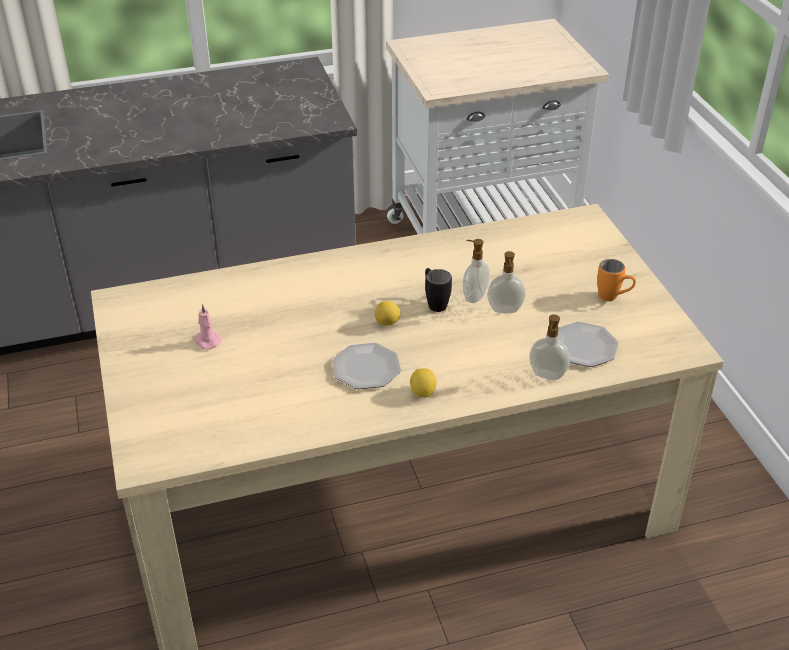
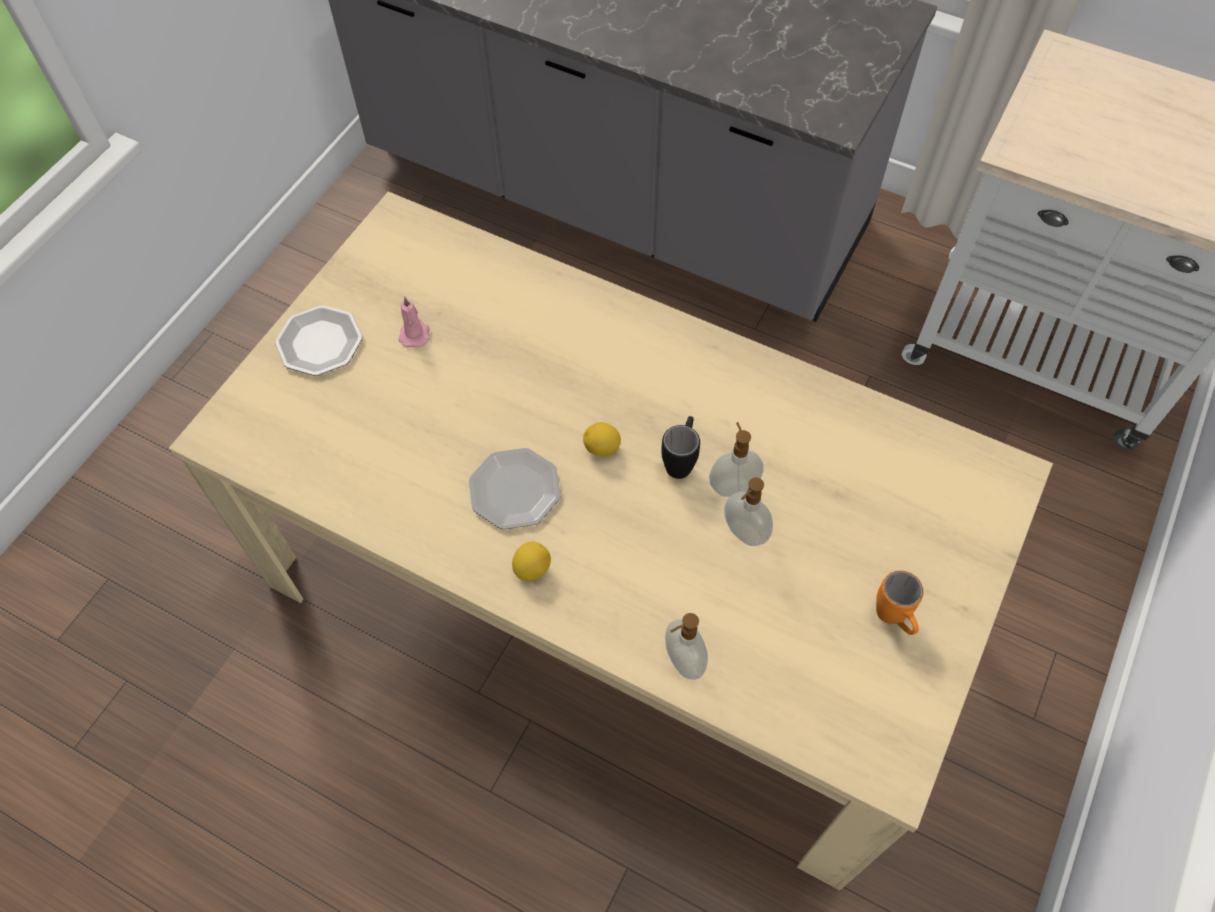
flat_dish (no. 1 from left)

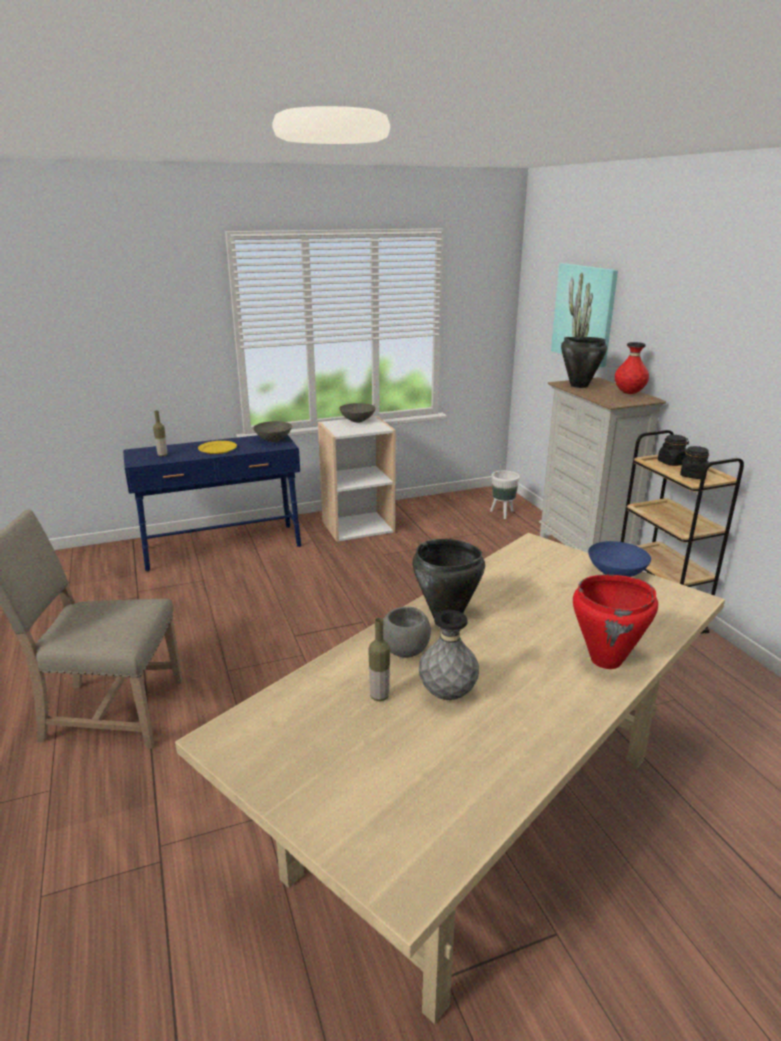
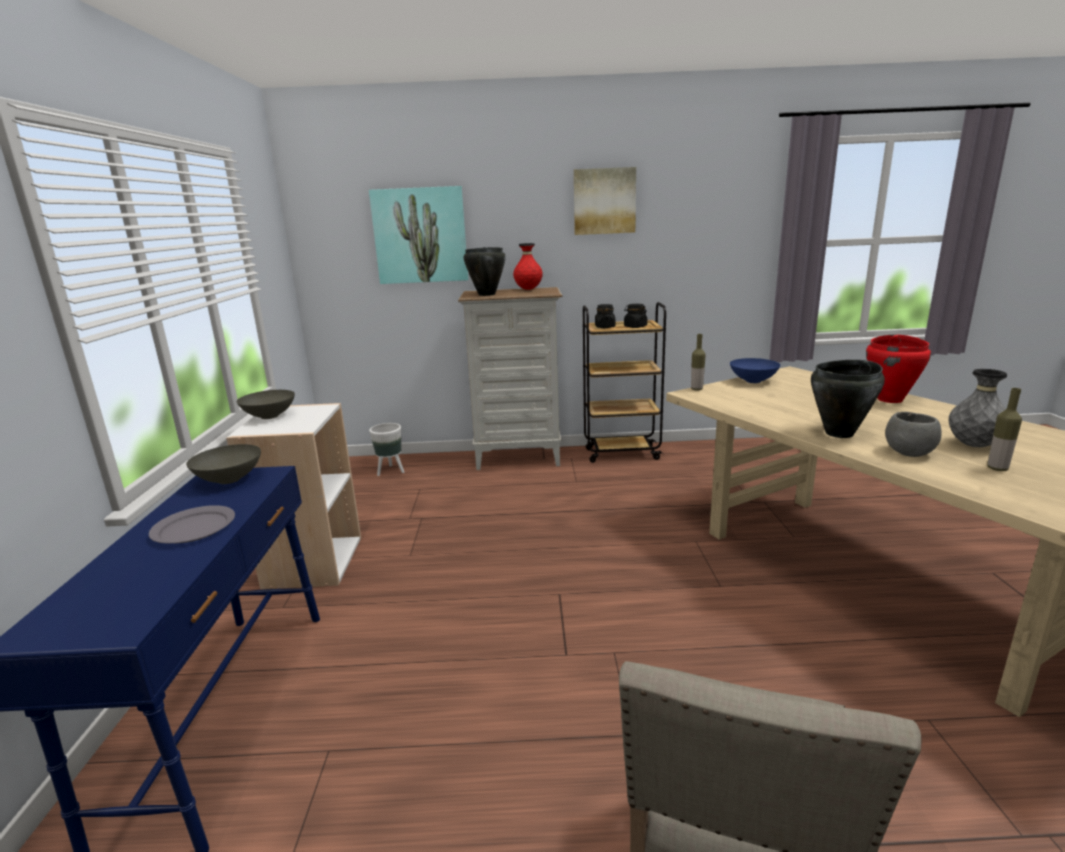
beverage_bottle (no. 1 from left)
greyish_flat_dish
wall_picture (no. 2 from left)

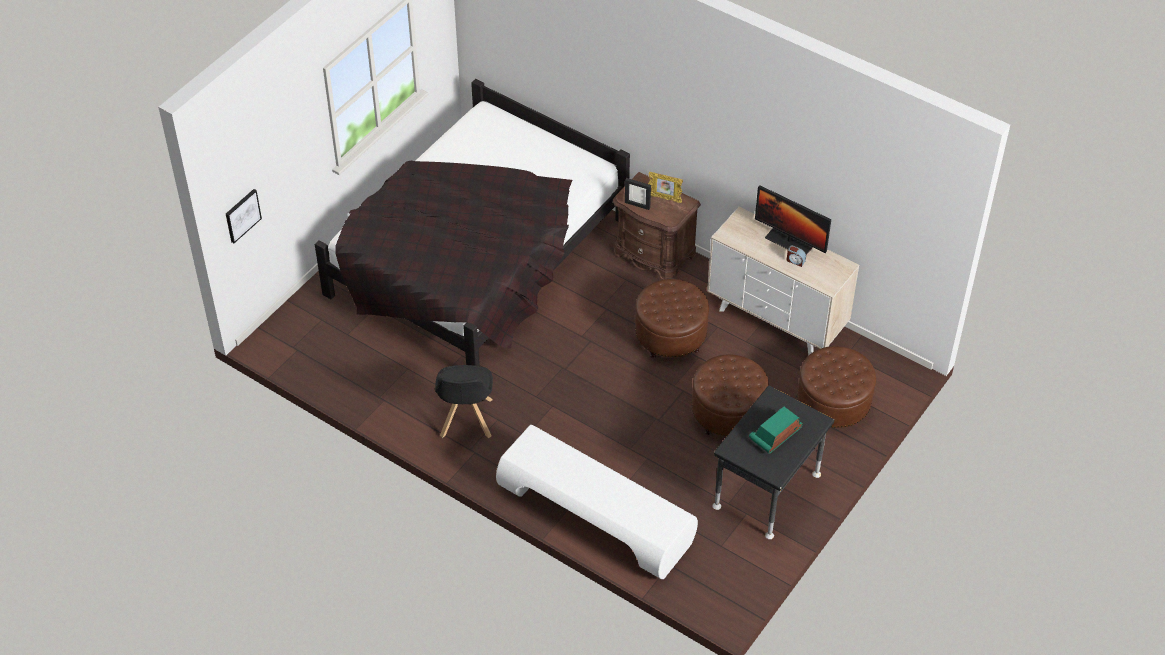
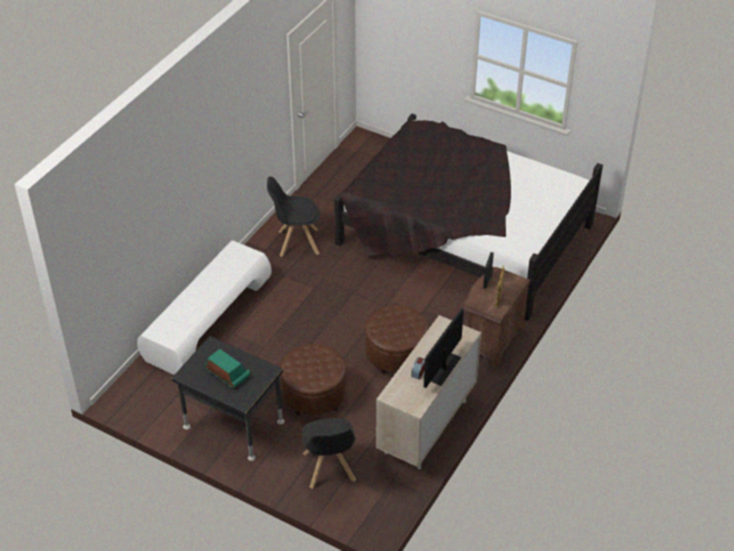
wall_picture
black-coloured_plain_chair (no. 2 from left)

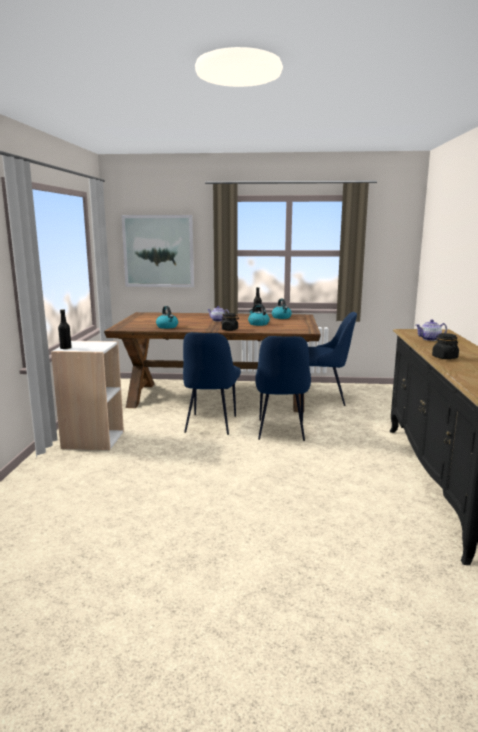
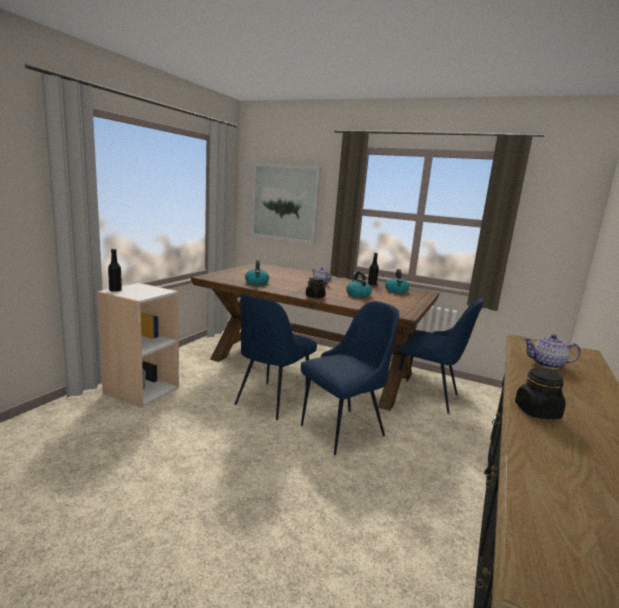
bluish_plain_chair (no. 2 from left)

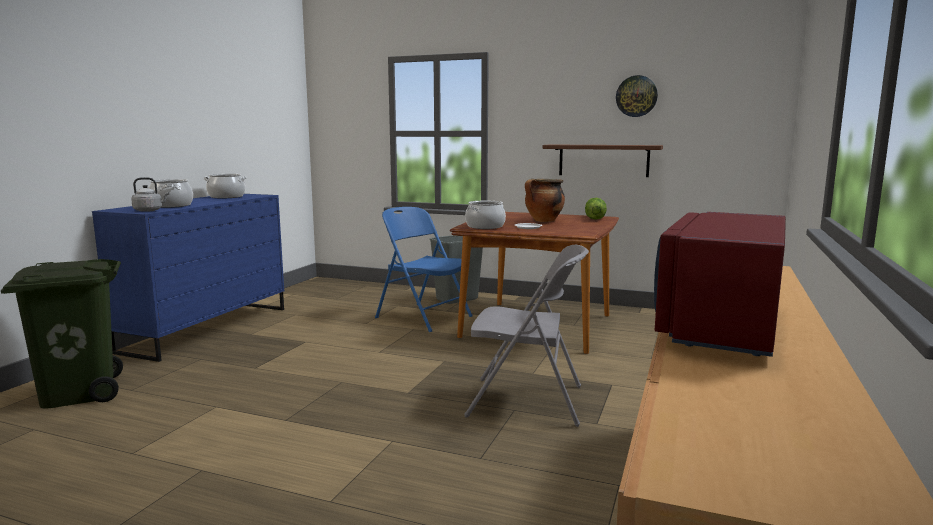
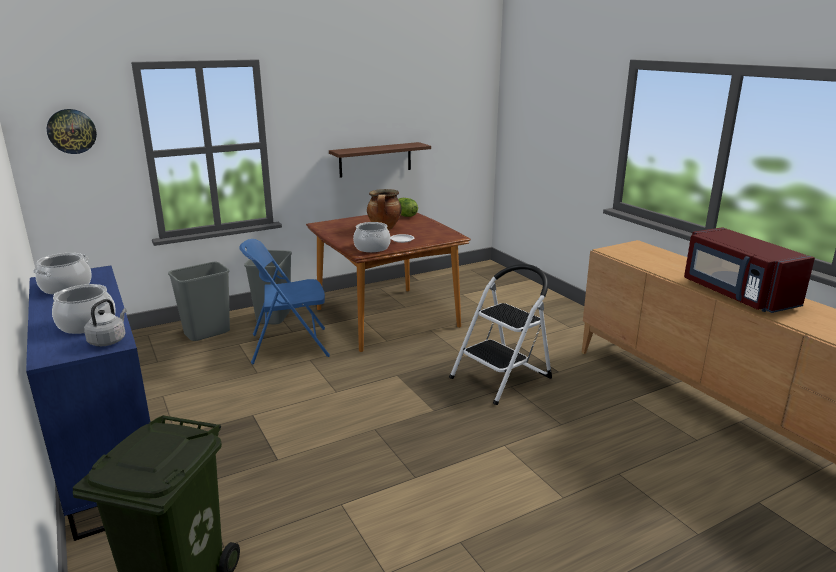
clock_on_the_wall
step_stool
greyish_waste_bin (no. 1 from left)

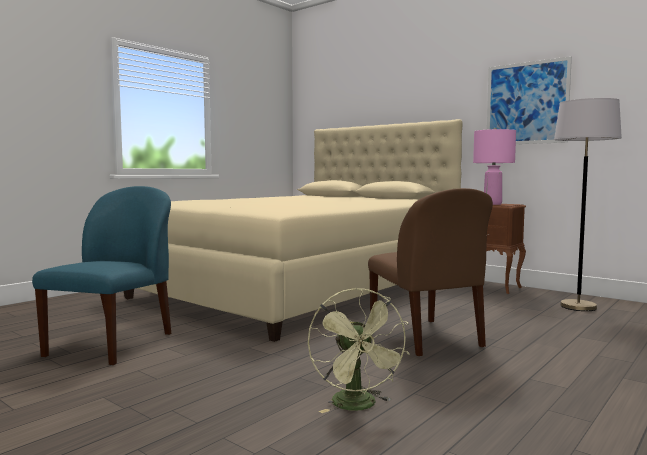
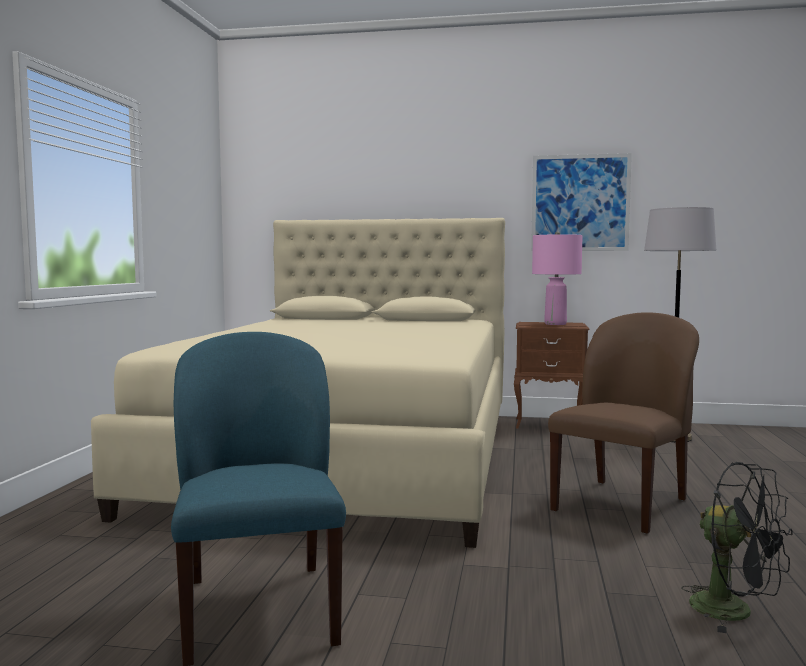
brown-coloured_plain_chair
black-coloured_electric_fan

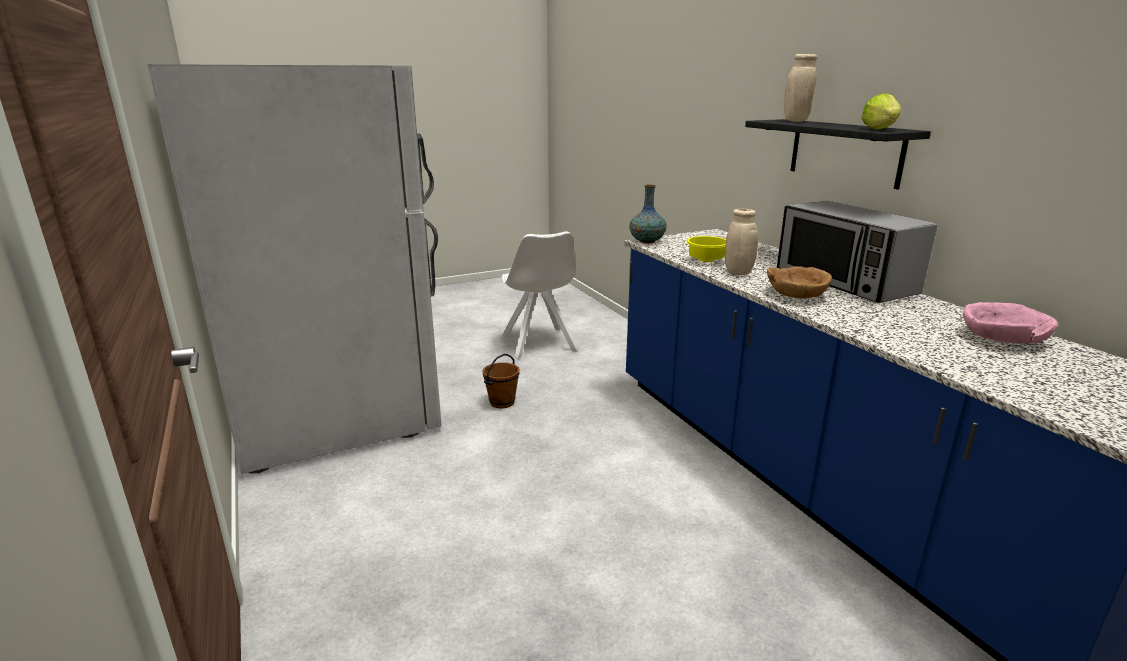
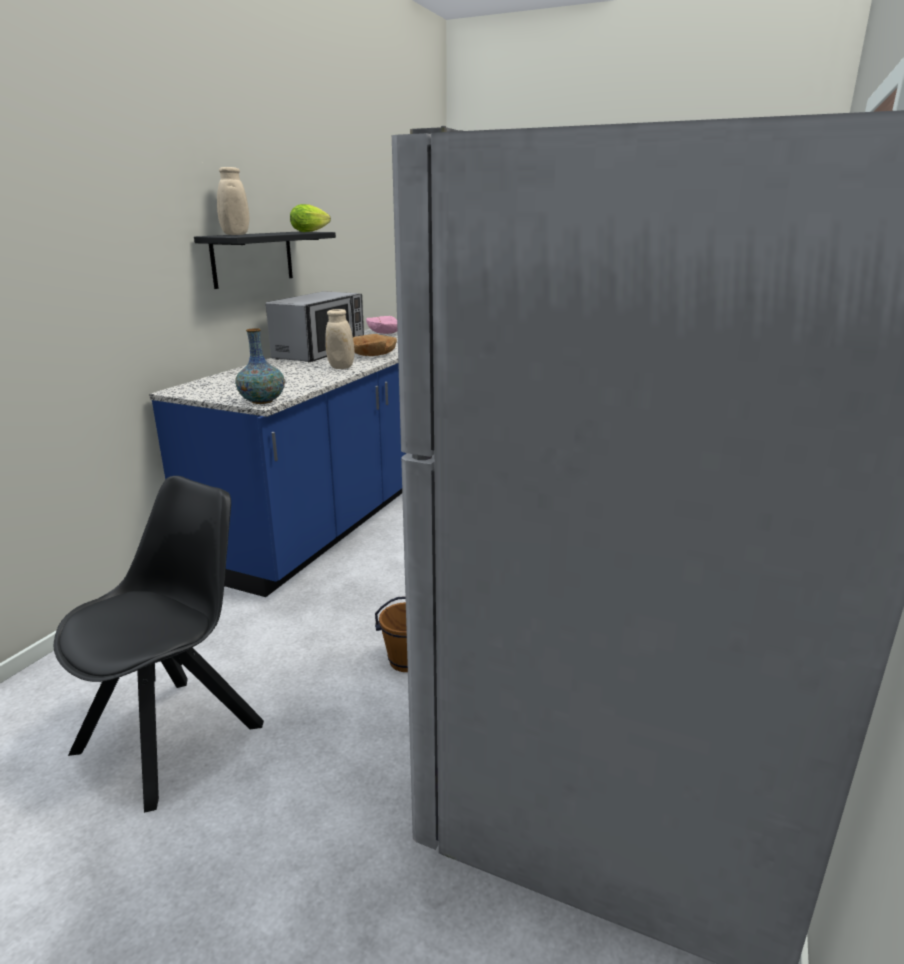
black-coloured_plain_chair
yellowish_bowl

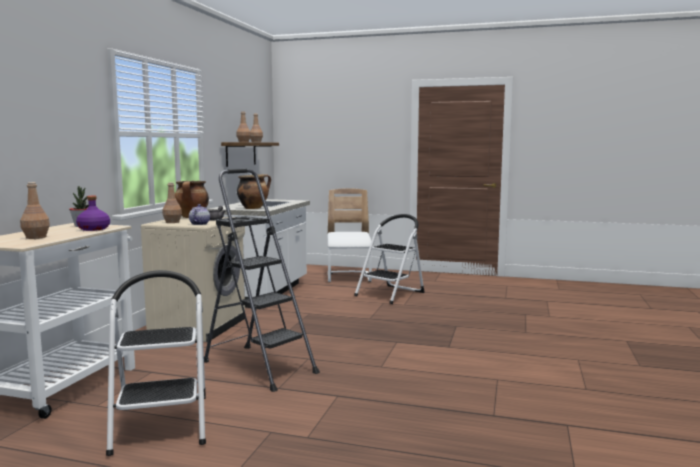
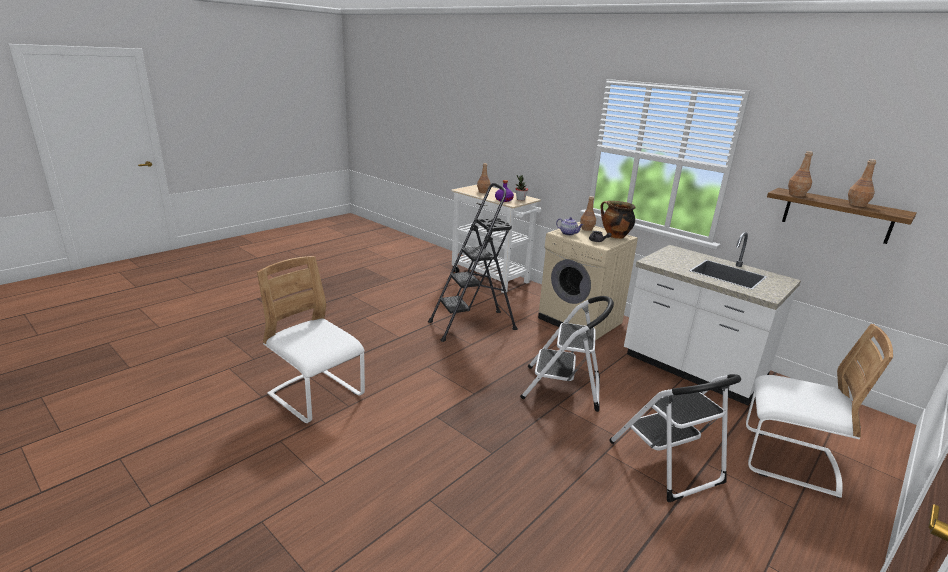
stockpot (no. 2 from left in the first image)
step_stool (no. 2 from left)
white_plain_chair (no. 1 from left)

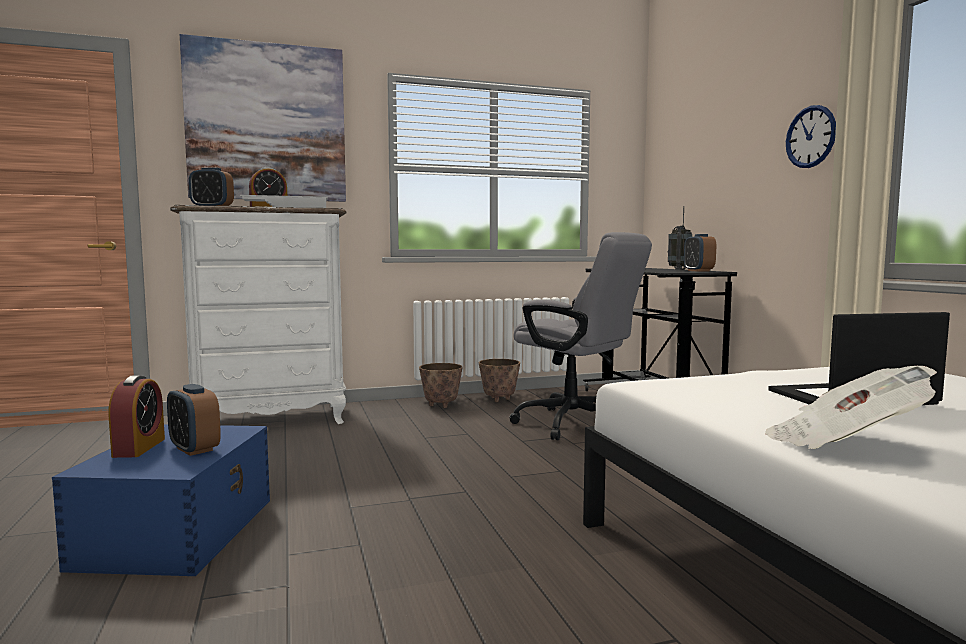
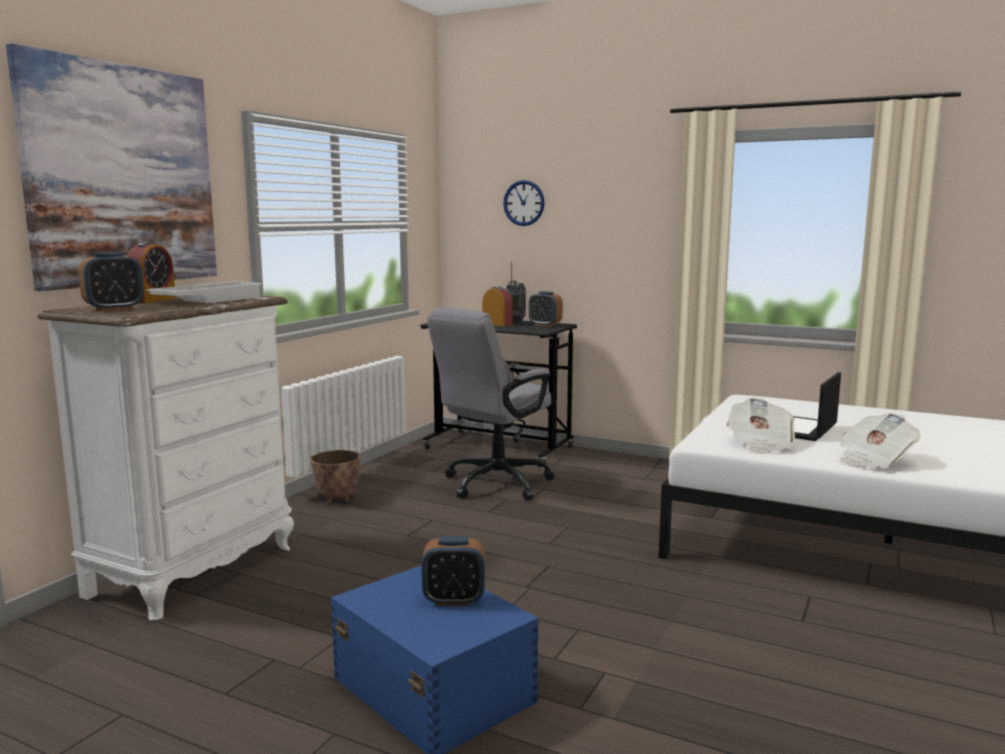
clock_on_the_wall
greyish_computer_chair
flower_pot (no. 2 from left in the first image)
table_clock (no. 4 from left)
daily_paper (no. 1 from left)

